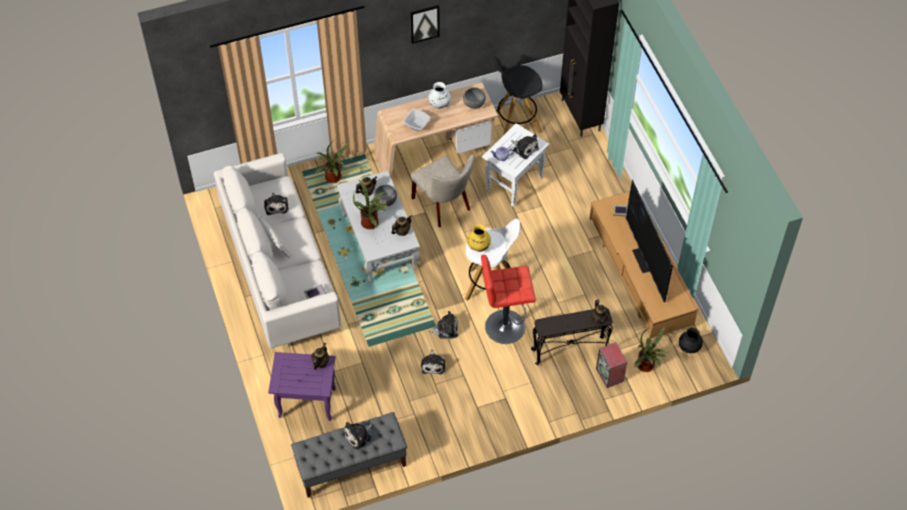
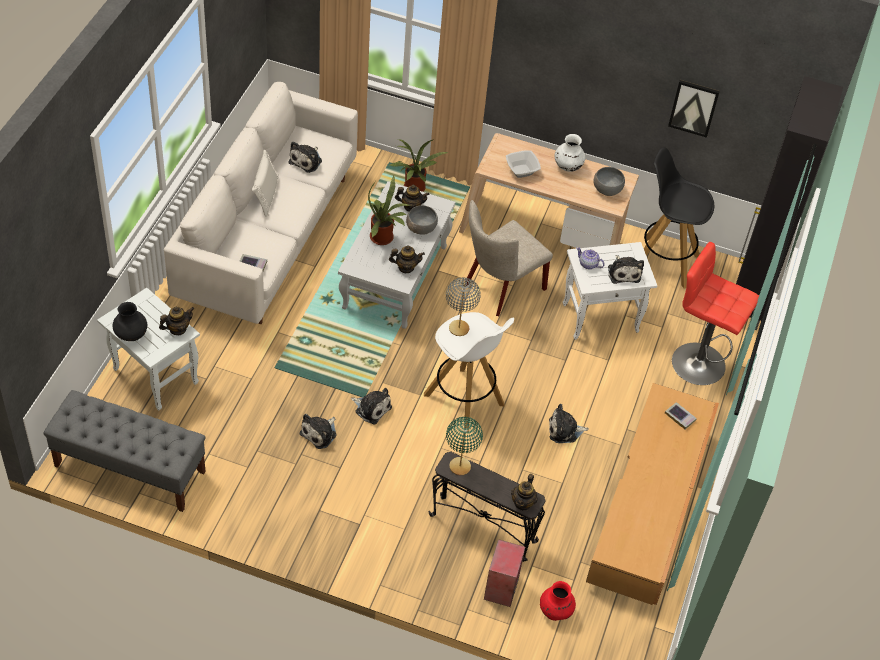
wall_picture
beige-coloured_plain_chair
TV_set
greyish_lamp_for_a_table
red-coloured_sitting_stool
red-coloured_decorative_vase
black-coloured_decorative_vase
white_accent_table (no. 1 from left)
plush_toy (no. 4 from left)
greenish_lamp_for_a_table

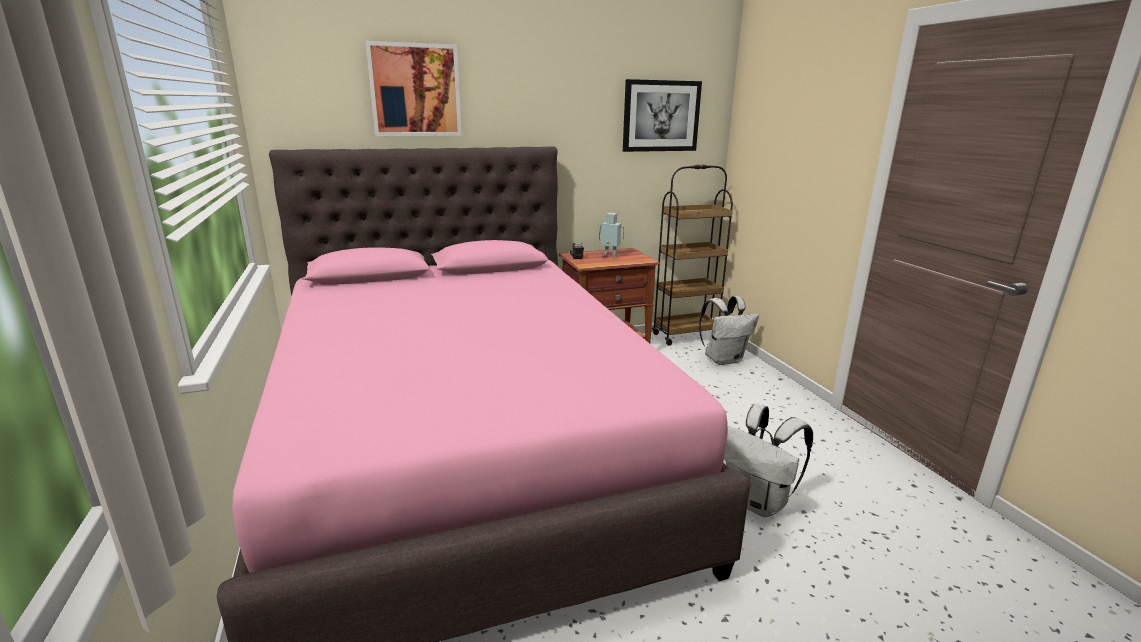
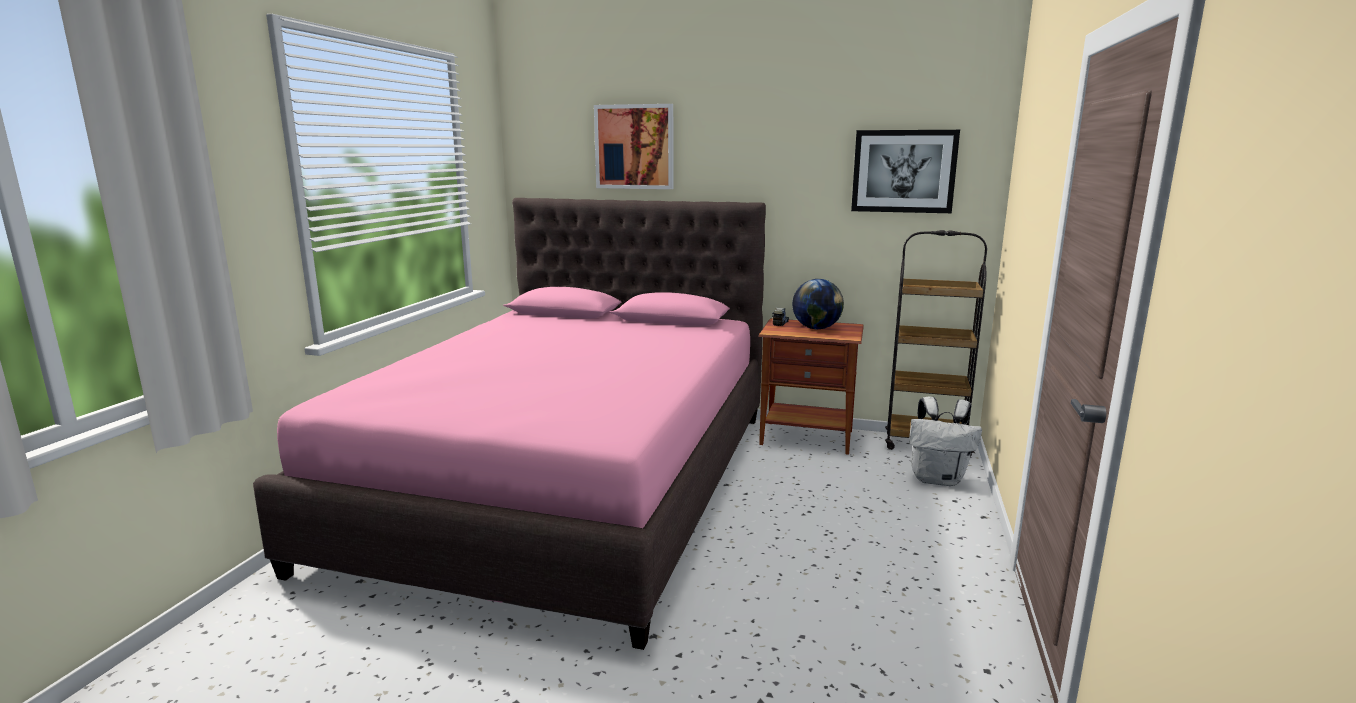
world_globe
white_knapsack (no. 2 from left in the first image)

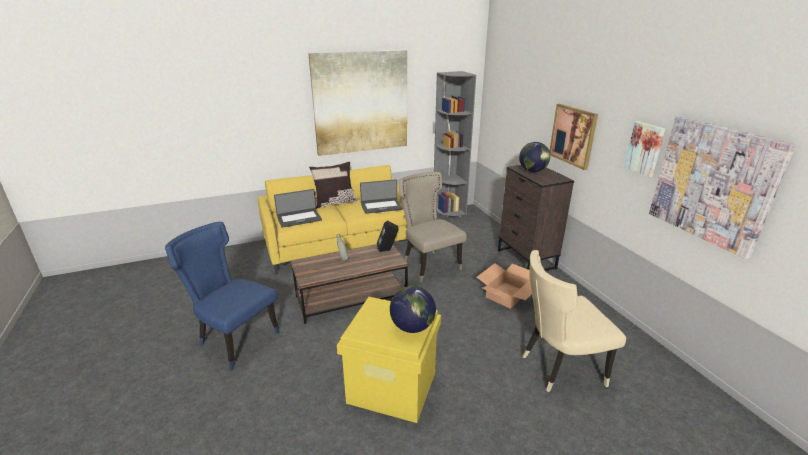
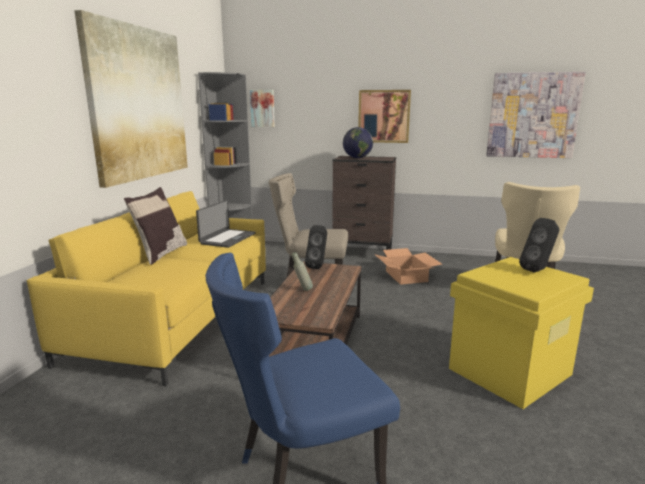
wall_picture (no. 2 from left)
notebook_computer (no. 1 from left in the first image)
black-coloured_audio_speaker (no. 2 from left)

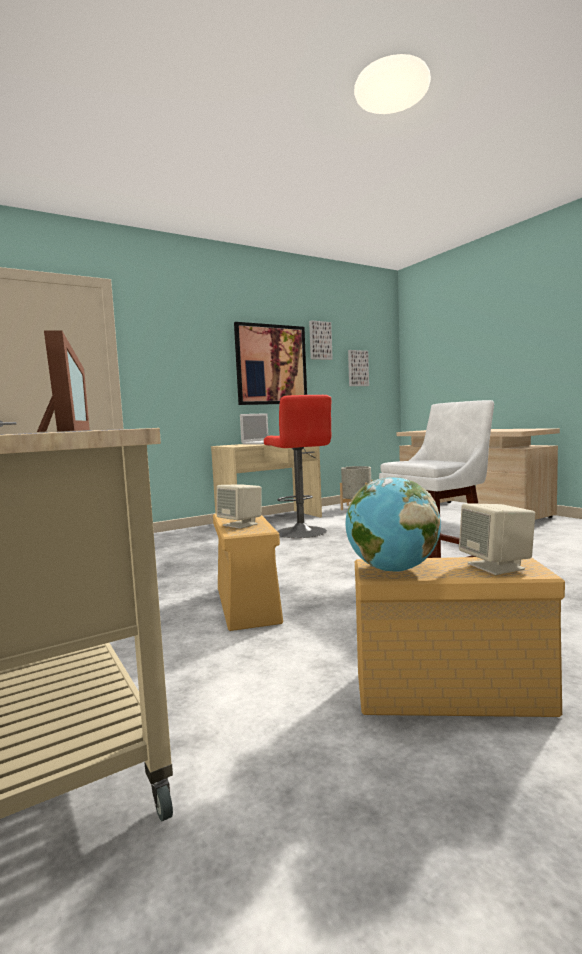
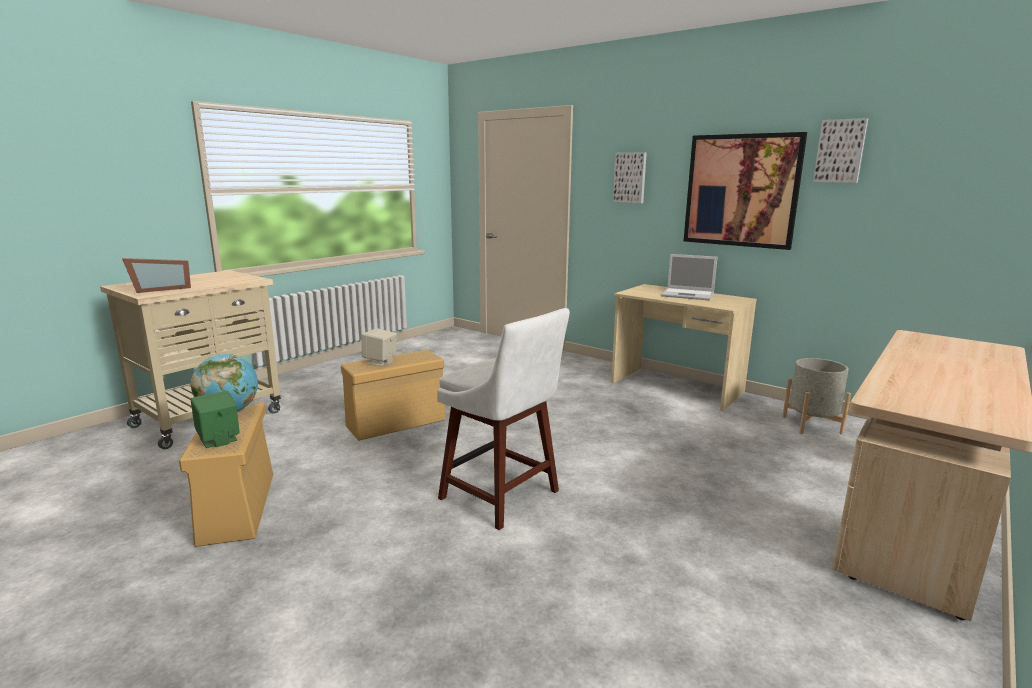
wall_picture (no. 1 from left)
red-coloured_sitting_stool
greenish_audio_speaker

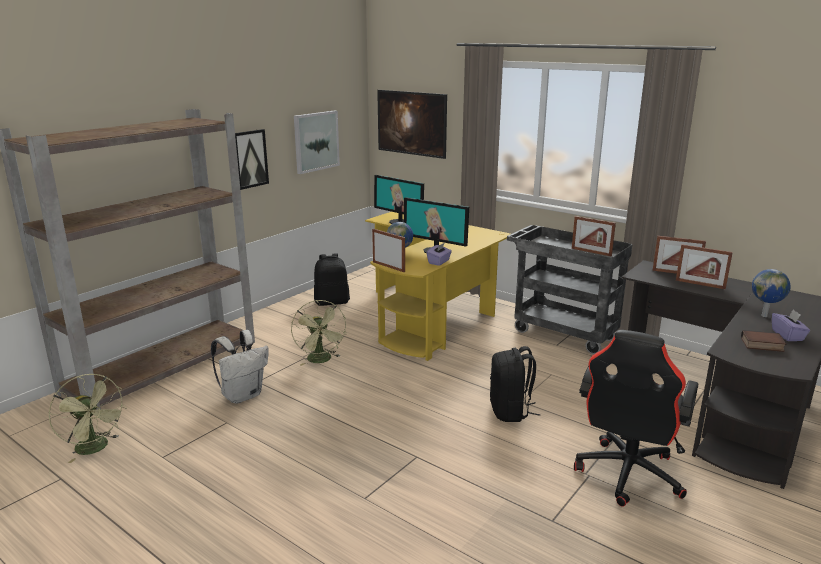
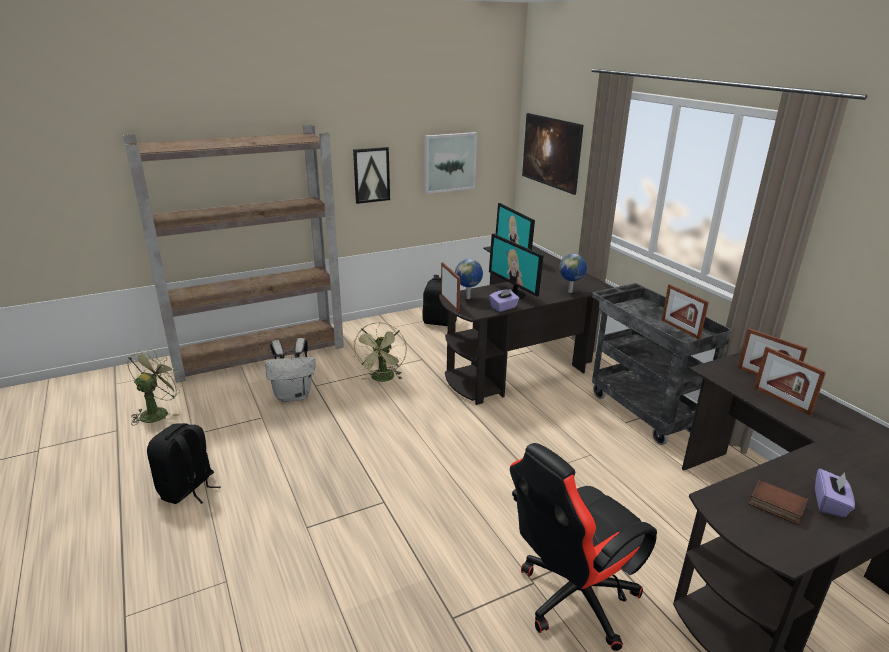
black-coloured_desk_table (no. 1 from left)
world_globe (no. 2 from left)
black-coloured_knapsack (no. 1 from left)
greenish_electric_fan (no. 1 from left)

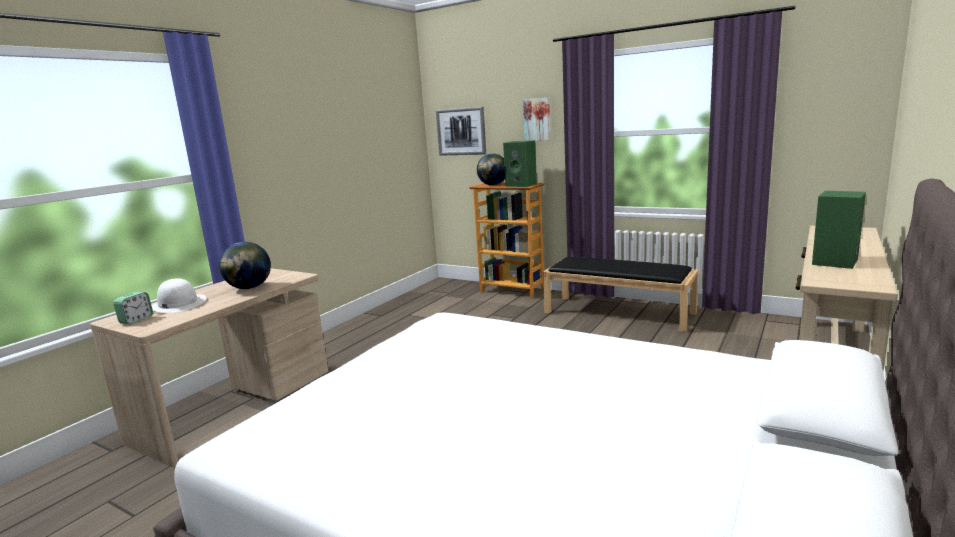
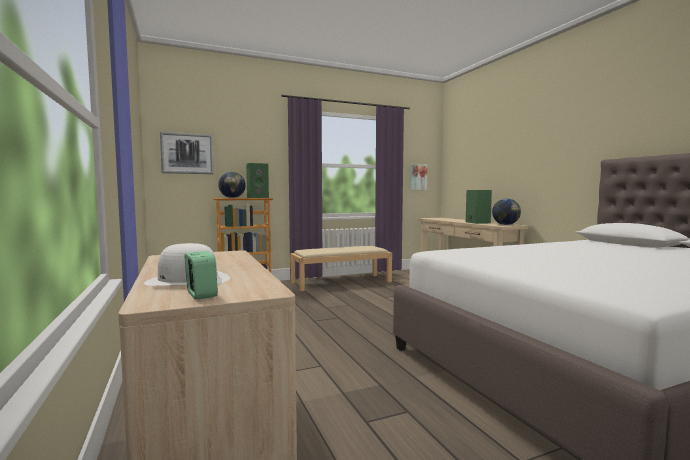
wall_picture (no. 2 from left)
world_globe (no. 2 from left)
beige-coloured_long_seat

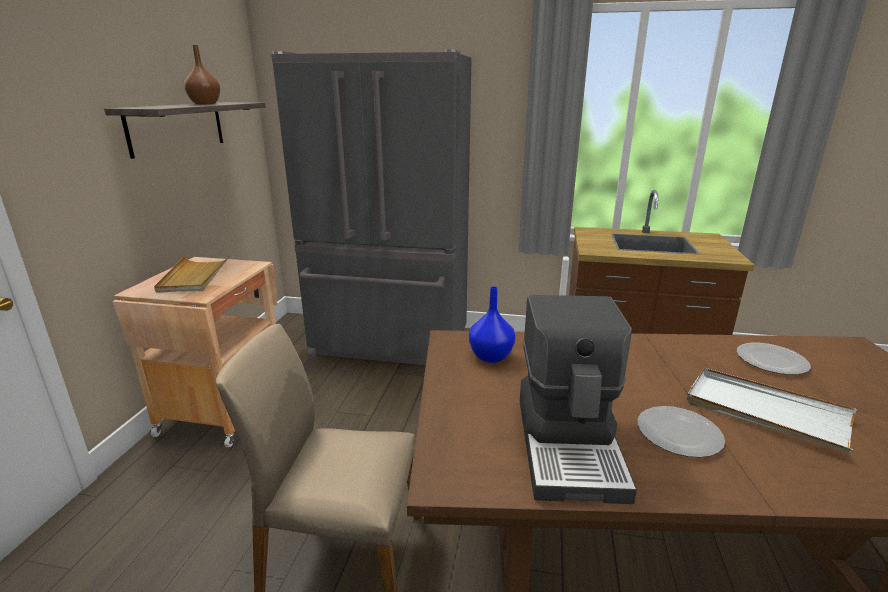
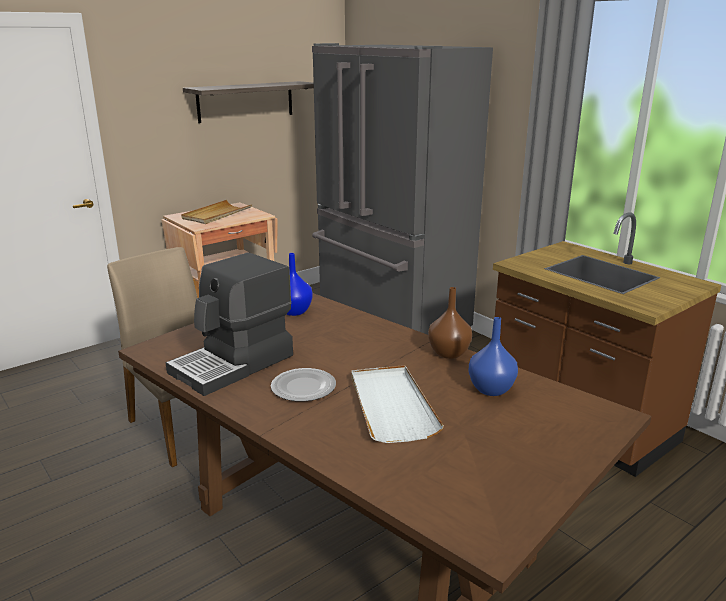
brown-coloured_decorative_vase
bluish_decorative_vase (no. 2 from left)

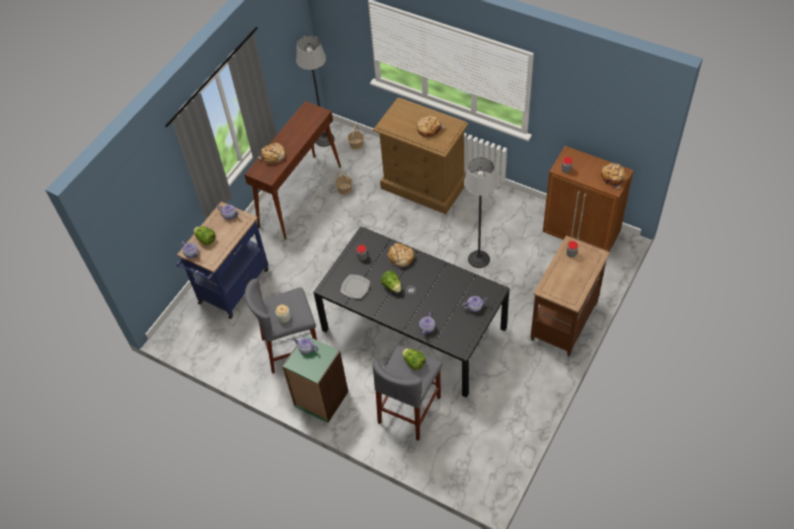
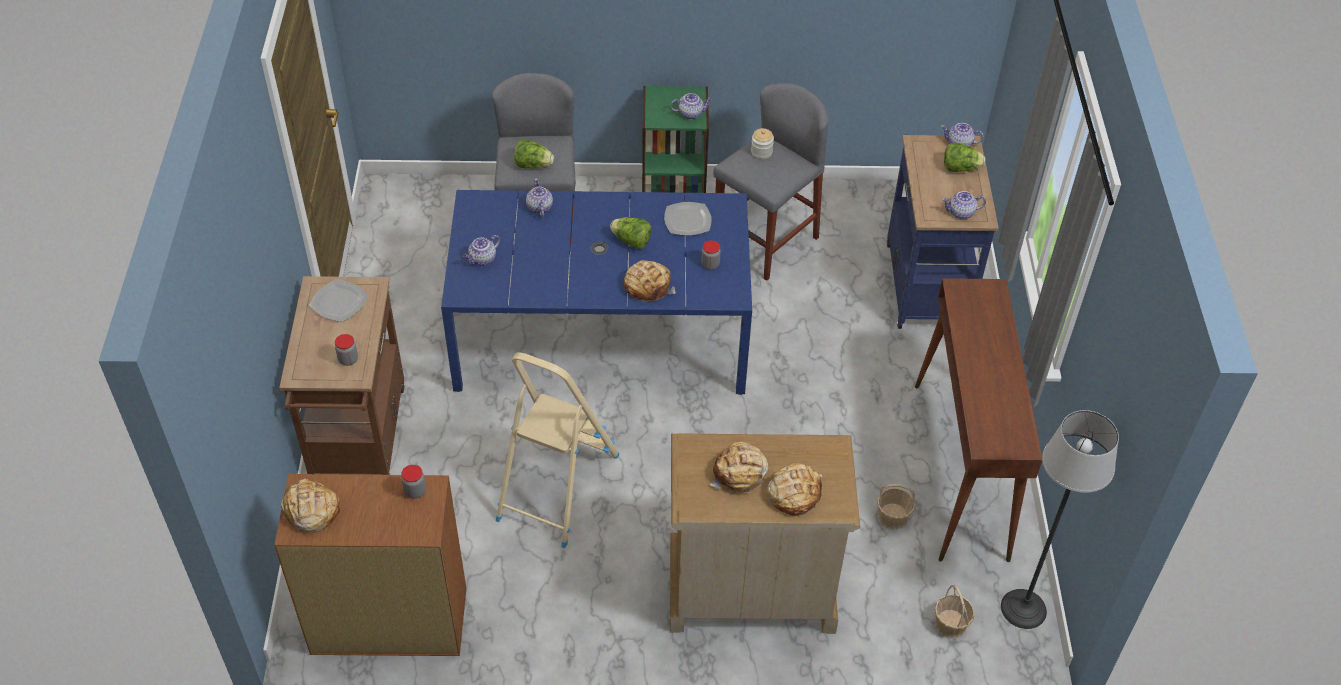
baked_bread (no. 4 from left)
beige-coloured_step_stool
bluish_dinner_table
flat_dish (no. 1 from left)

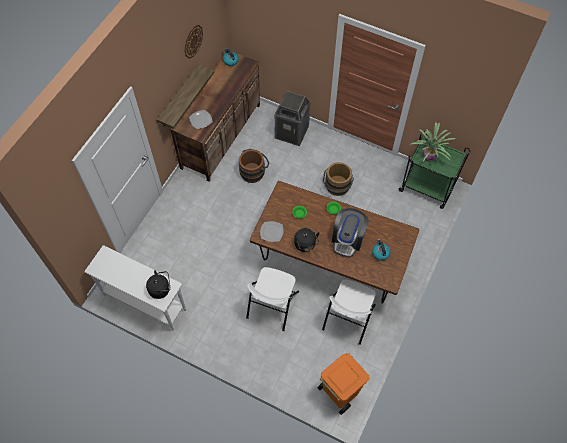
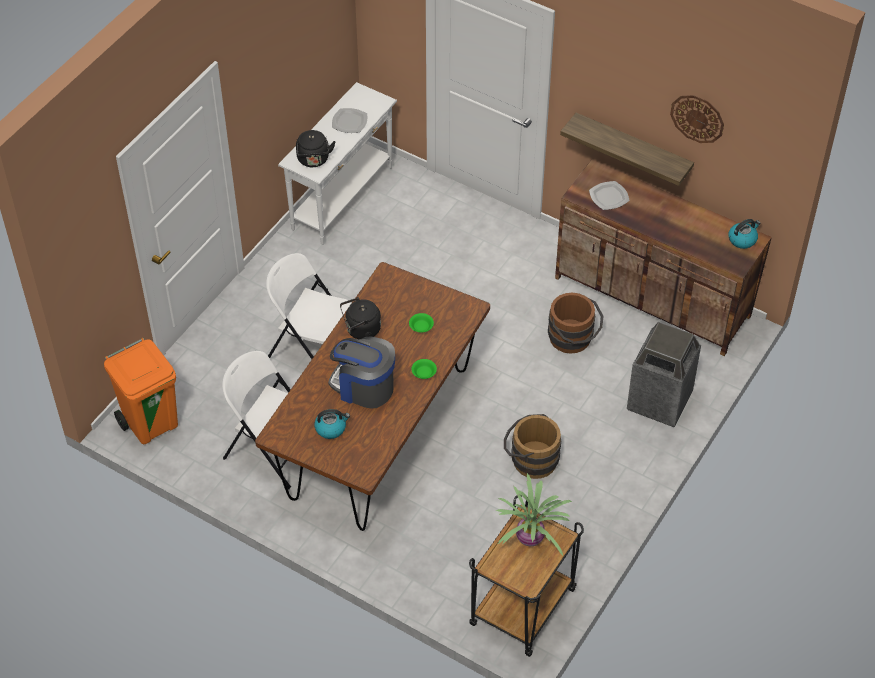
brown-coloured_trolley
flat_dish (no. 1 from left)

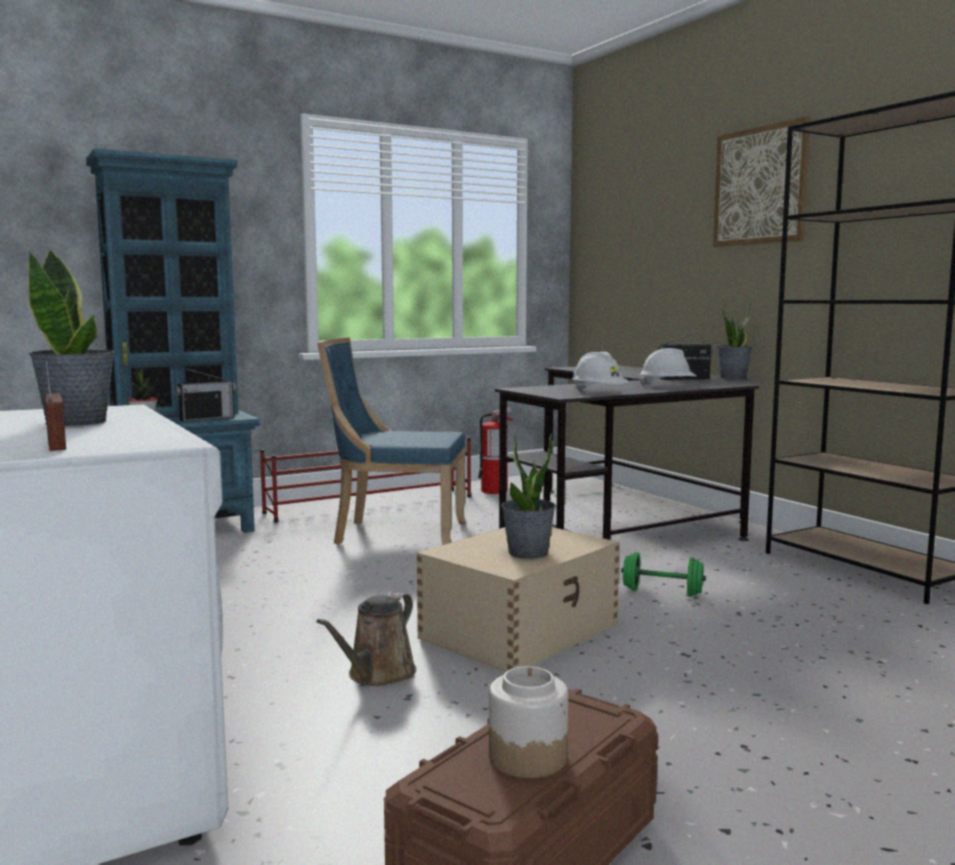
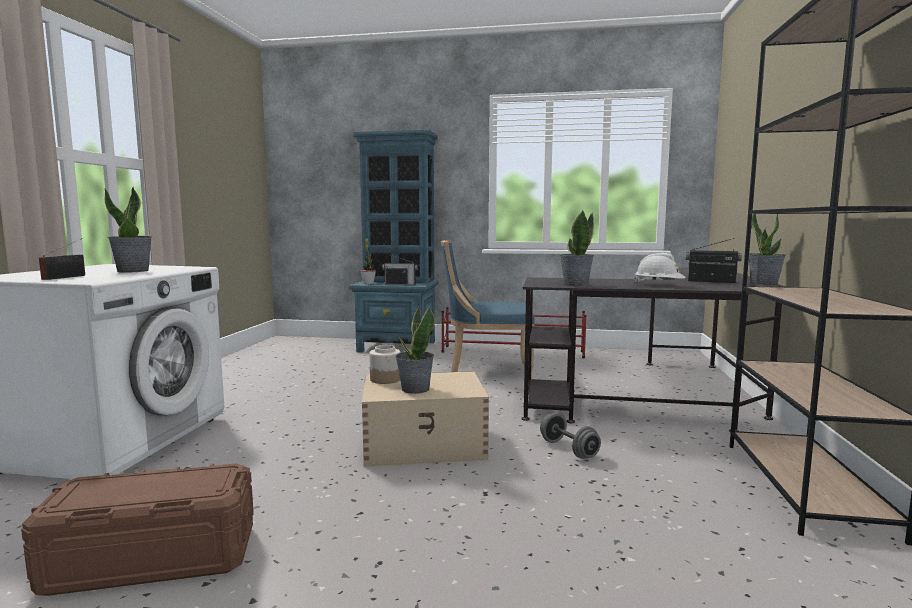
wall_picture
bluish_plain_chair
houseplant (no. 4 from left)
extinguisher
greyish_free_weight
brown-coloured_watering_pot
storage_jar

